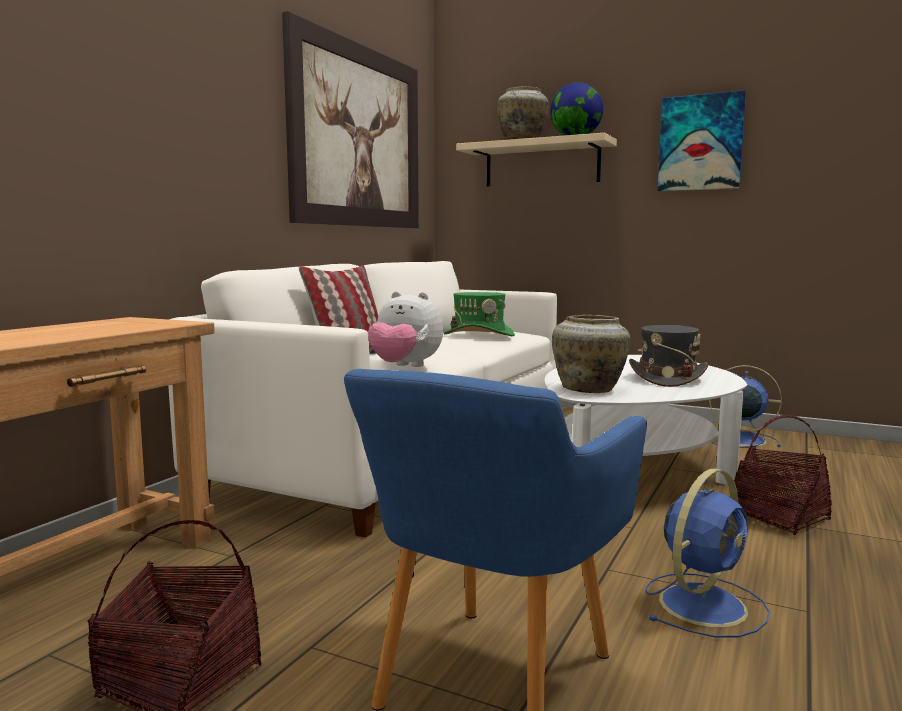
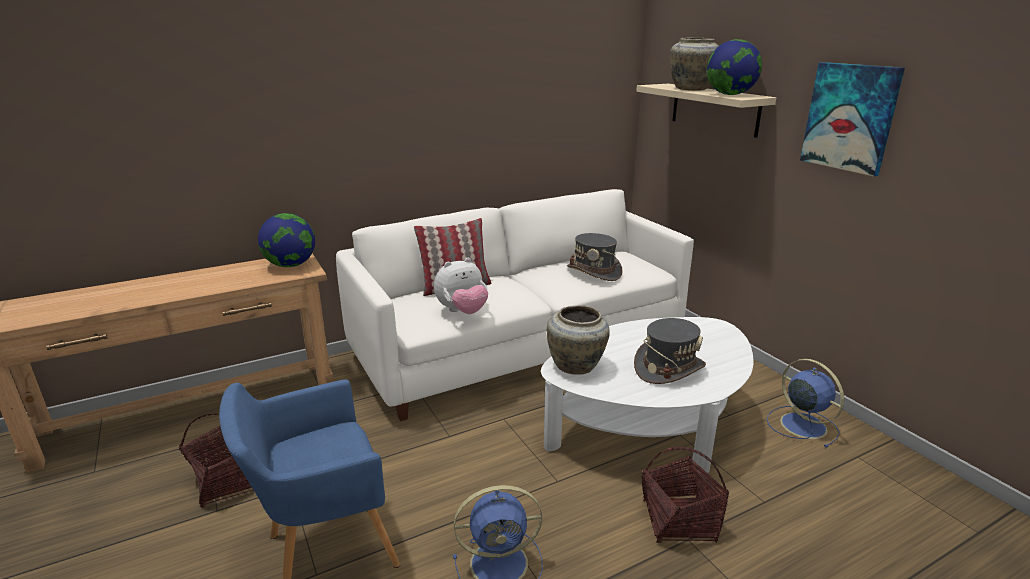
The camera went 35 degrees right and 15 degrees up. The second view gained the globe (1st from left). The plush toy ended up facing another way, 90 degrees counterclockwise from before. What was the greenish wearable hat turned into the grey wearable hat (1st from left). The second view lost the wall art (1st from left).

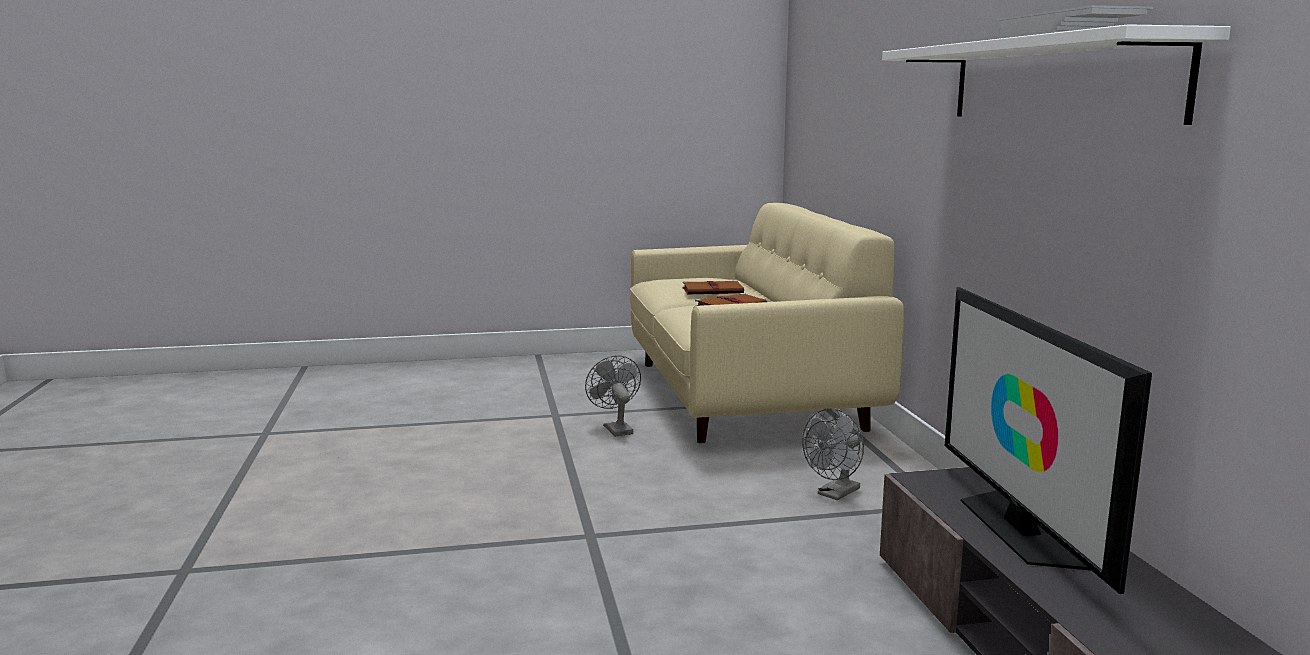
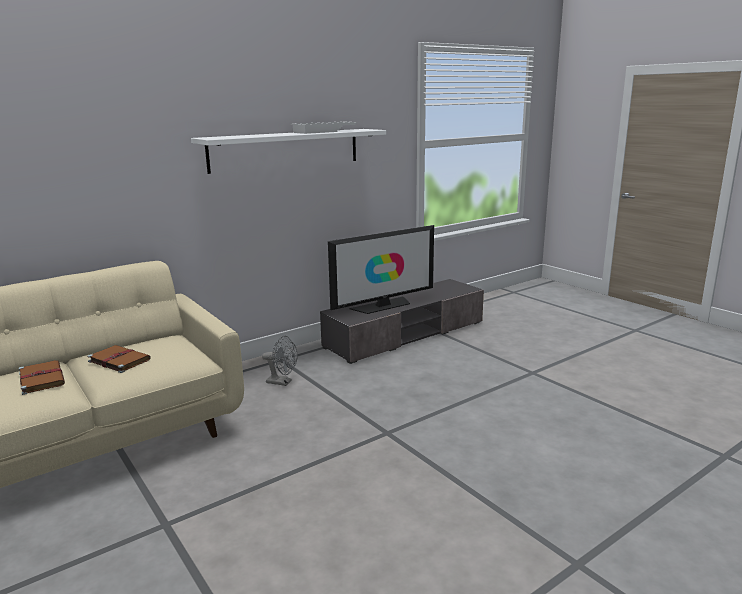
The camera went 115 degrees left and 5 degrees up. The second view lost the grey fan (1st from left).

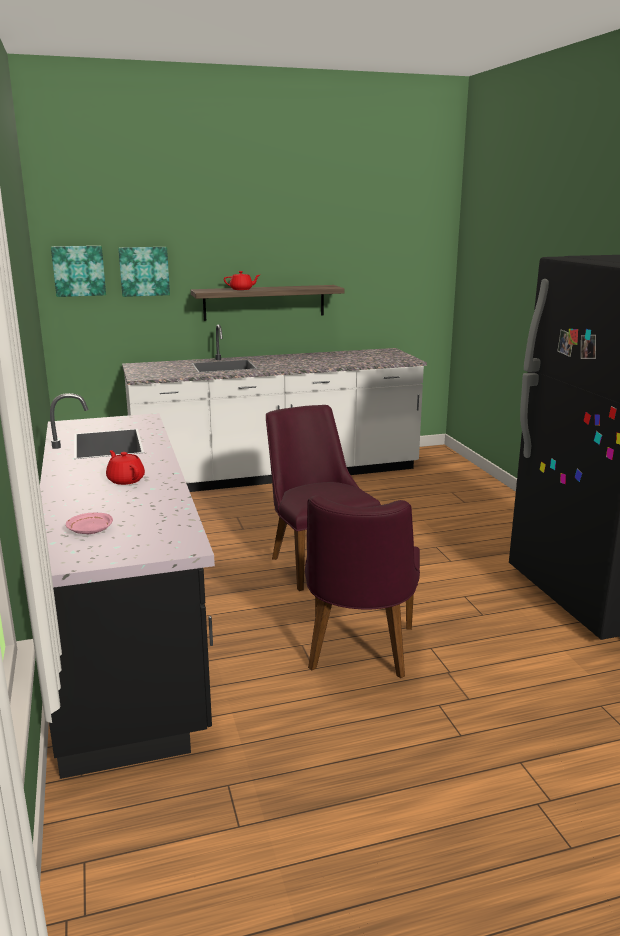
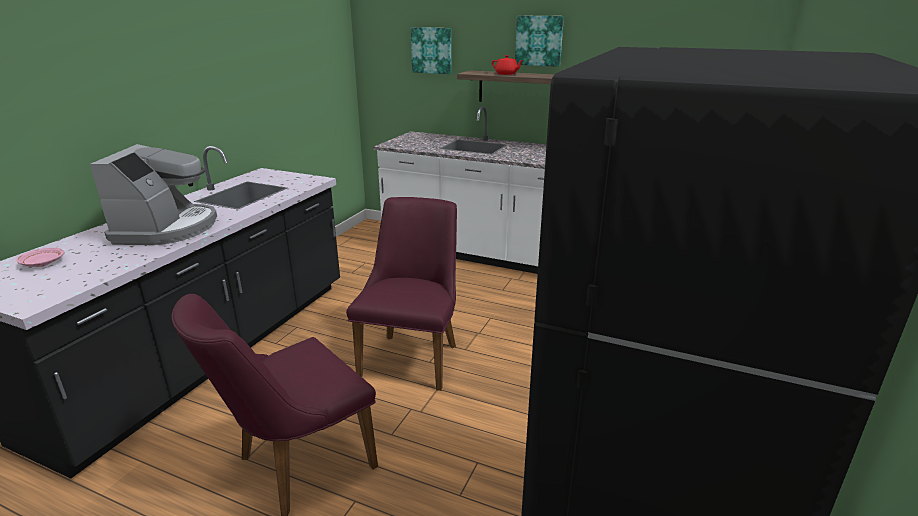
The camera went 40 degrees right and 5 degrees up. Where the red-coloured tea pot (1st from left) stood, the coffee brewer came to stand. The wall art (1st from left in the first image) ended up elsewhere.

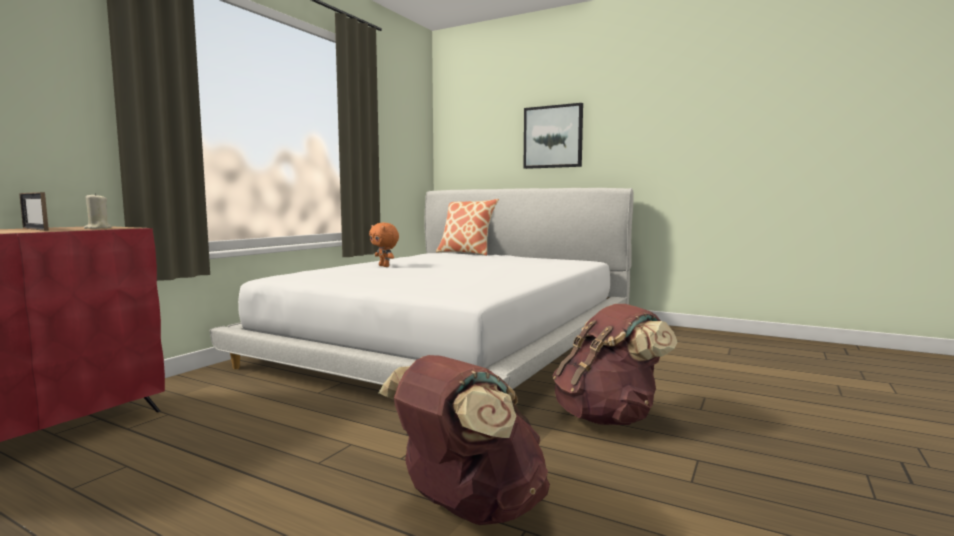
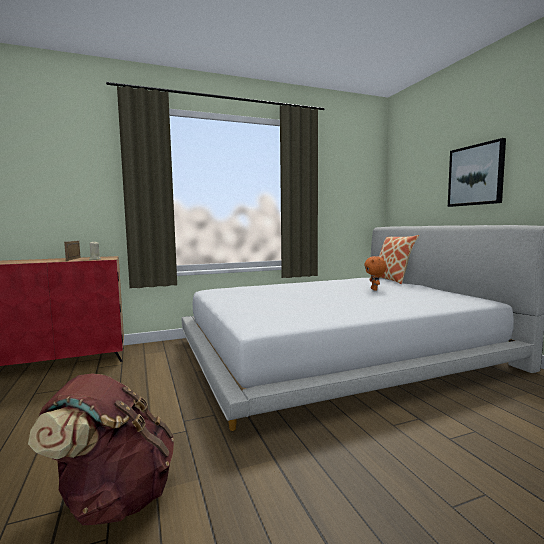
The camera went 40 degrees right and 0 degrees up. The orange plush toy ended up elsewhere. The second view lost the brown-coloured rucksack (2nd from left).

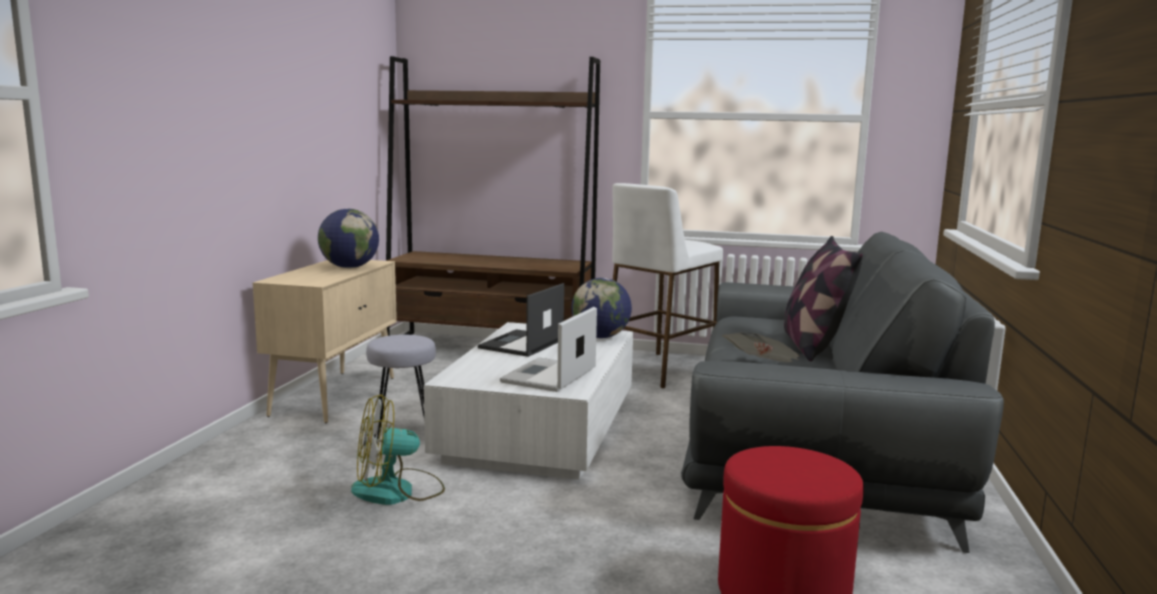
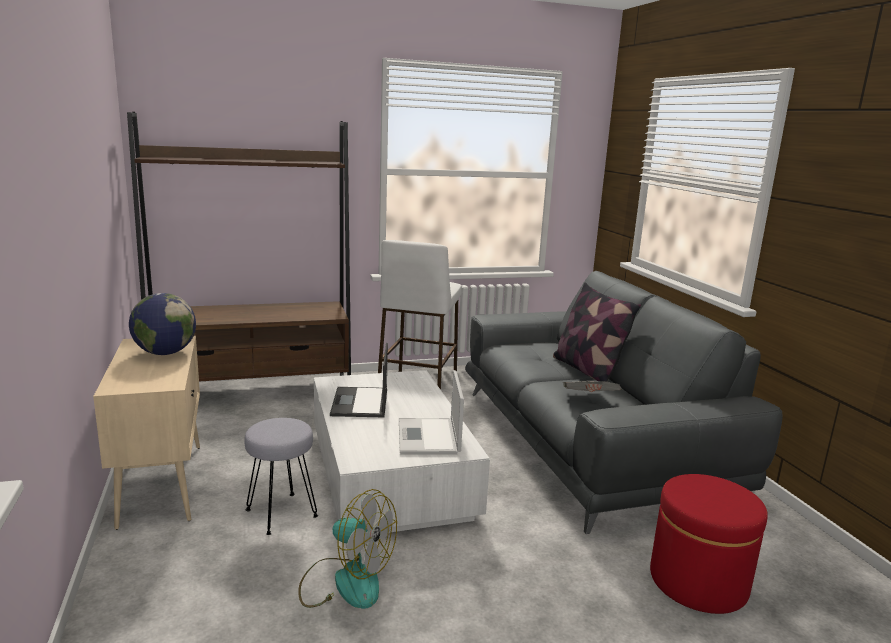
The camera went 30 degrees left and 5 degrees up. The fan ended up facing another way, 105 degrees counterclockwise from before. The second view lost the globe (2nd from left).

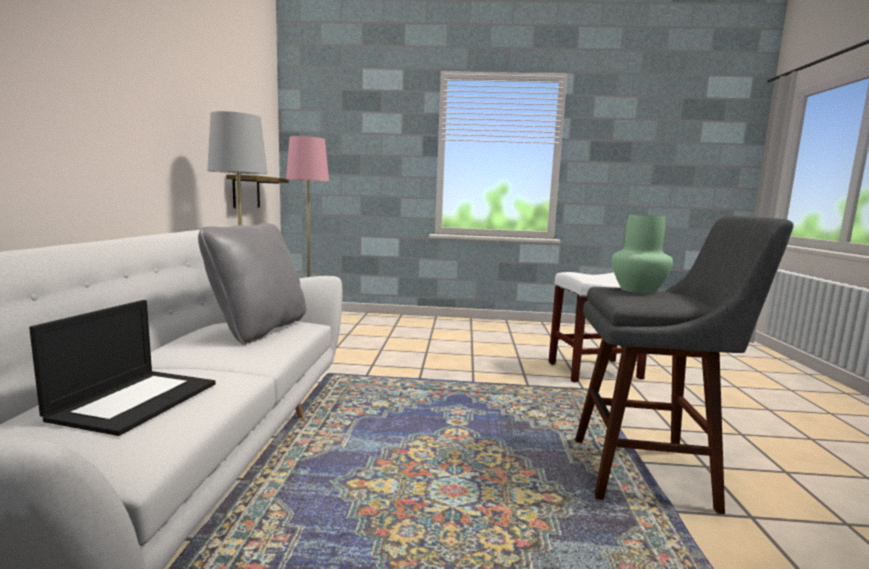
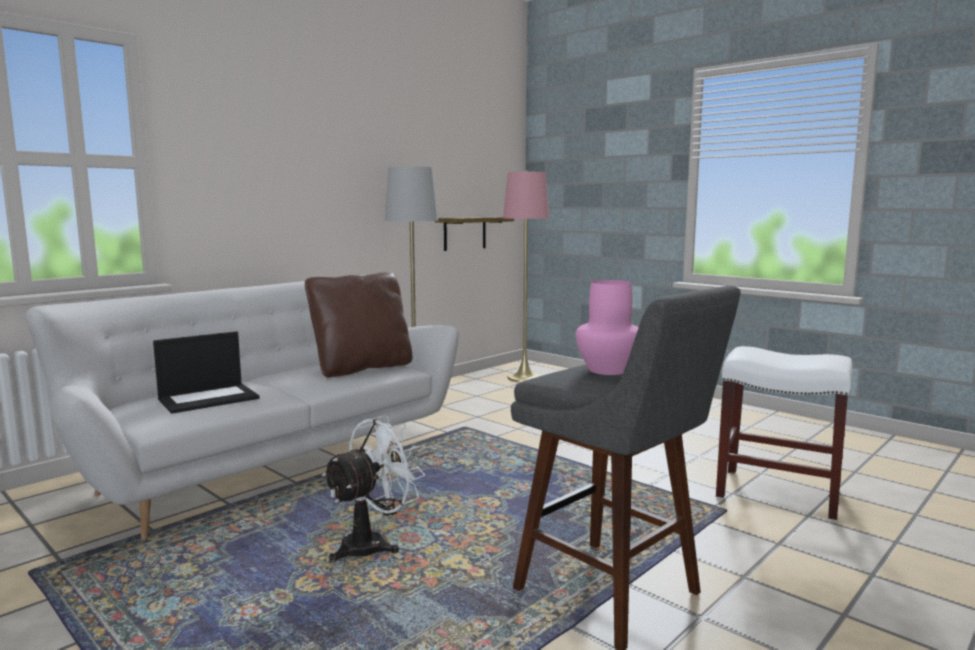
The camera went 40 degrees right and 0 degrees up. What was the grey cushion turned into the brown-coloured cushion. The second view gained the white-coloured fan. What was the greenish decorative vase turned into the pink-coloured decorative vase.

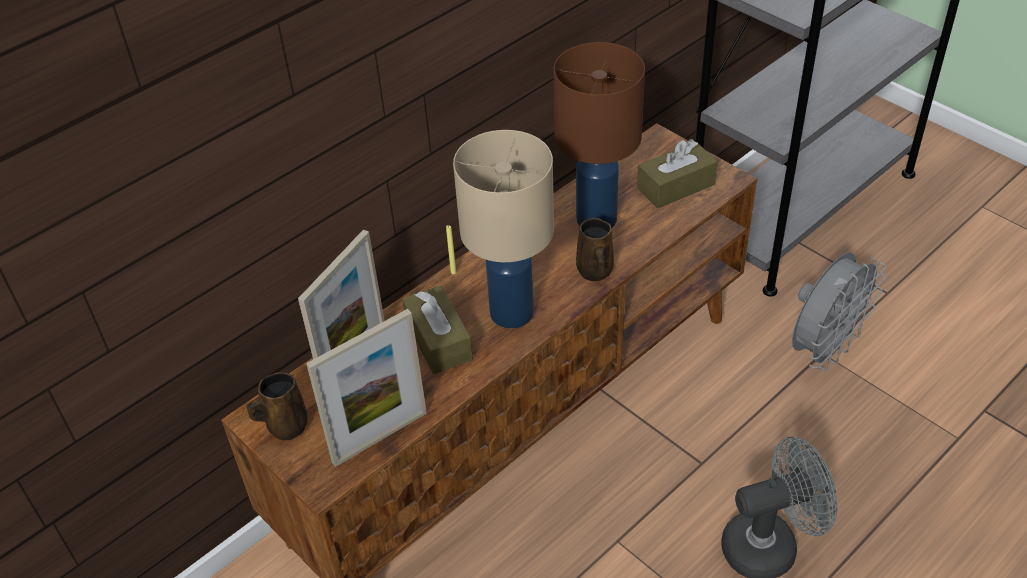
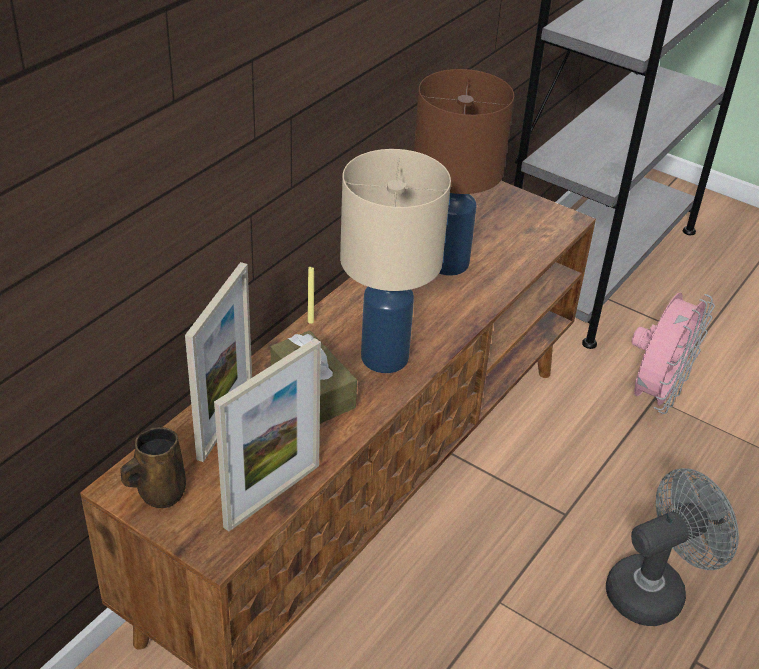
The camera went 15 degrees left and 5 degrees down. What was the grey fan (2nd from left) turned into the pink-coloured fan. The second view lost the brown-coloured mug (2nd from left). The second view lost the brown-coloured tissue box (2nd from left).

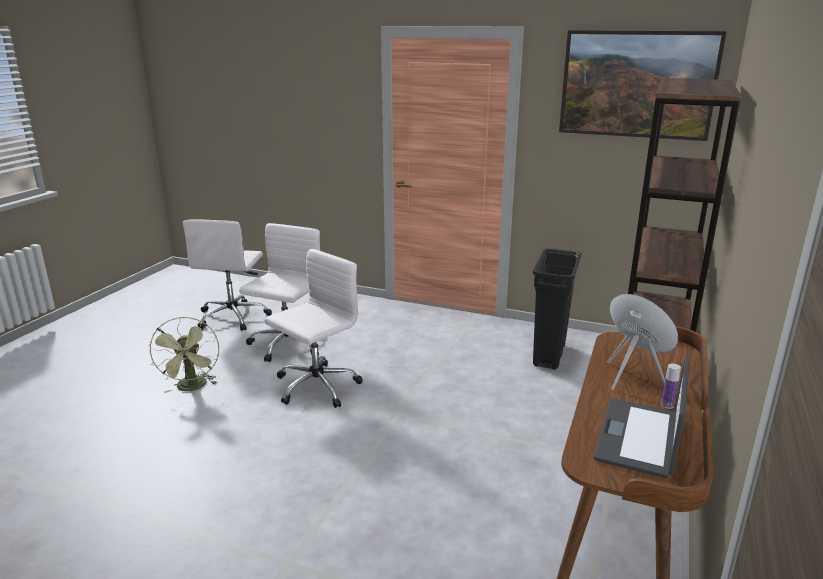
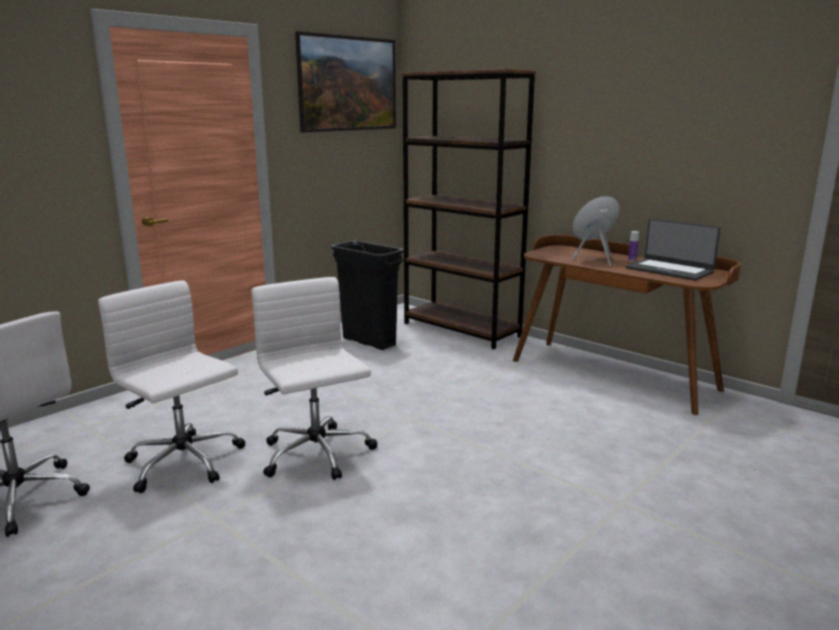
The camera went 70 degrees left and 5 degrees down. The second view lost the greenish fan.

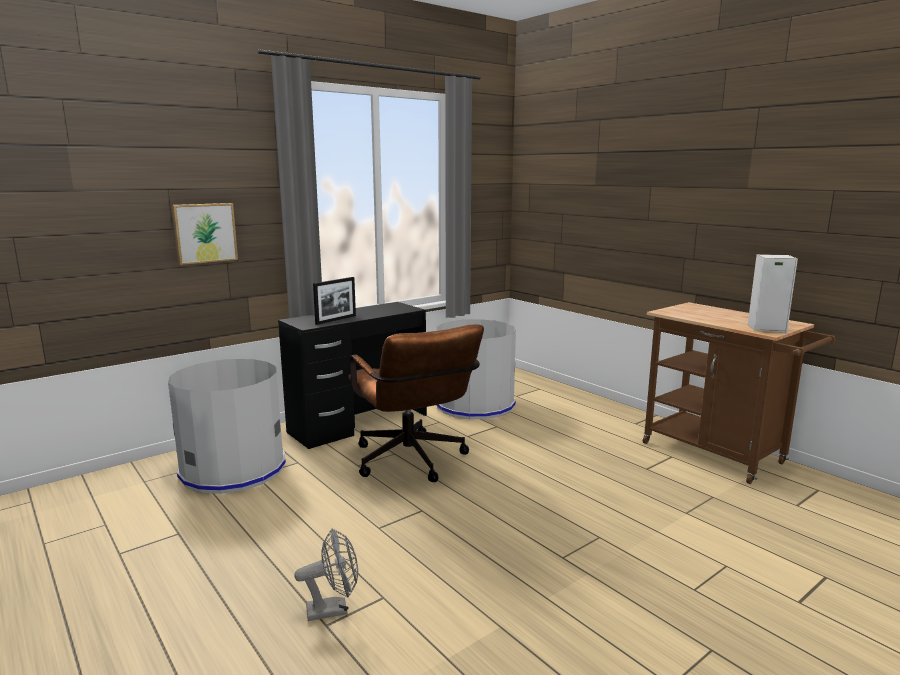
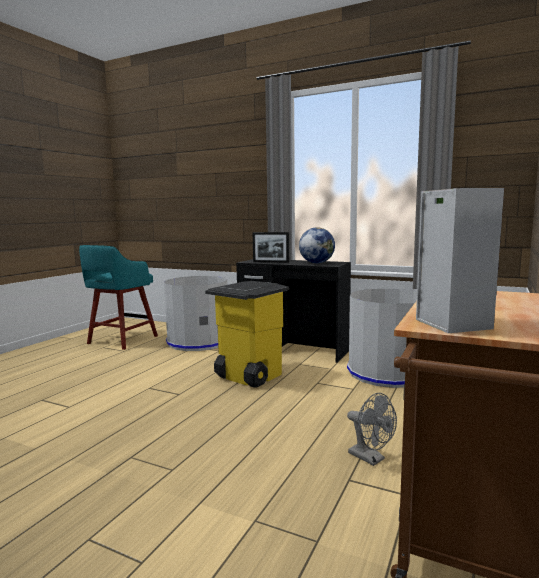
The camera went 65 degrees right and 5 degrees down. The second view gained the blue-green stool seat. Where the brown-coloured computer chair stood, the yellowish trash can came to stand. The second view gained the globe. The grey fan ended up elsewhere. The second view lost the wall art.

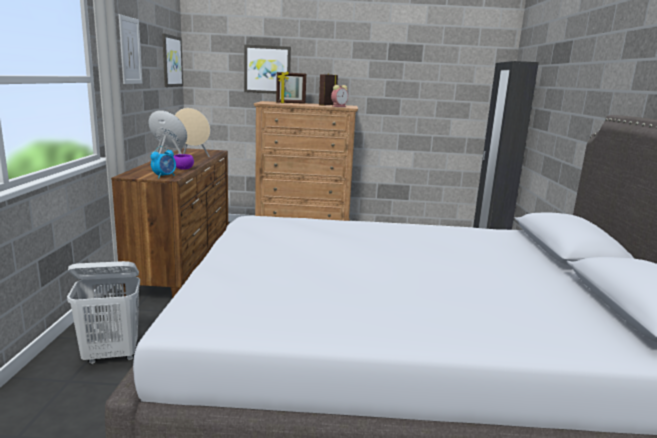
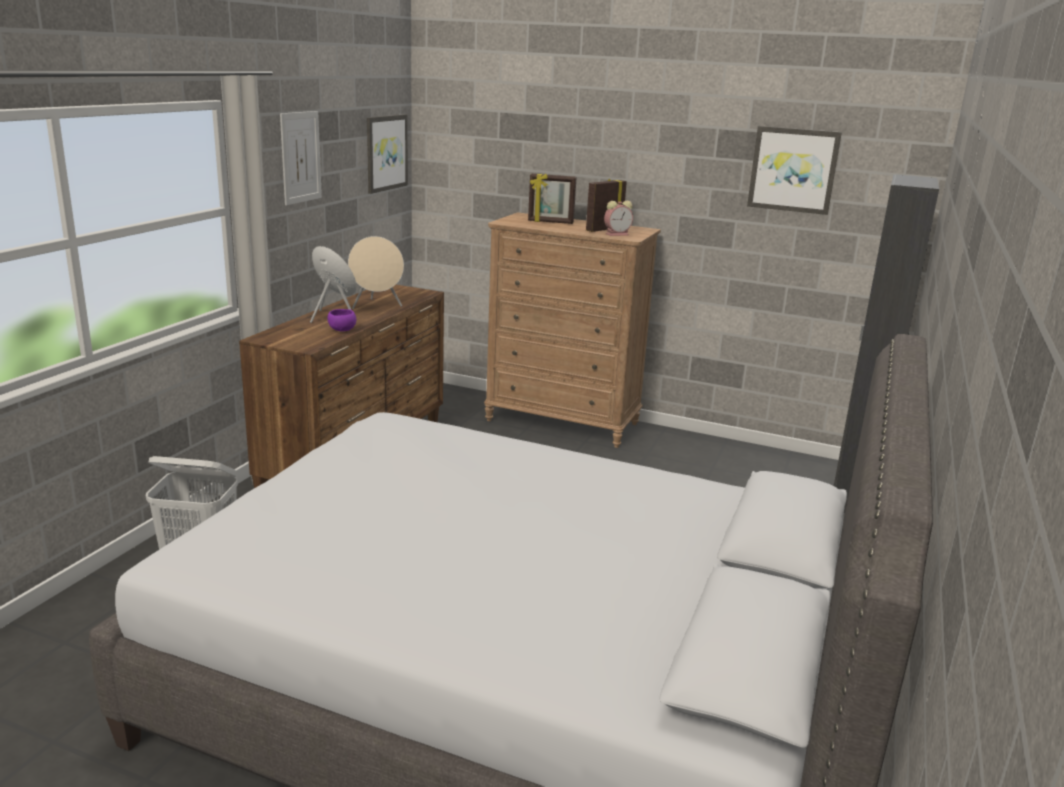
The camera went 20 degrees right and 5 degrees up. The wall art (3rd from left) ended up elsewhere. The second view lost the bedside clock (1st from left).

